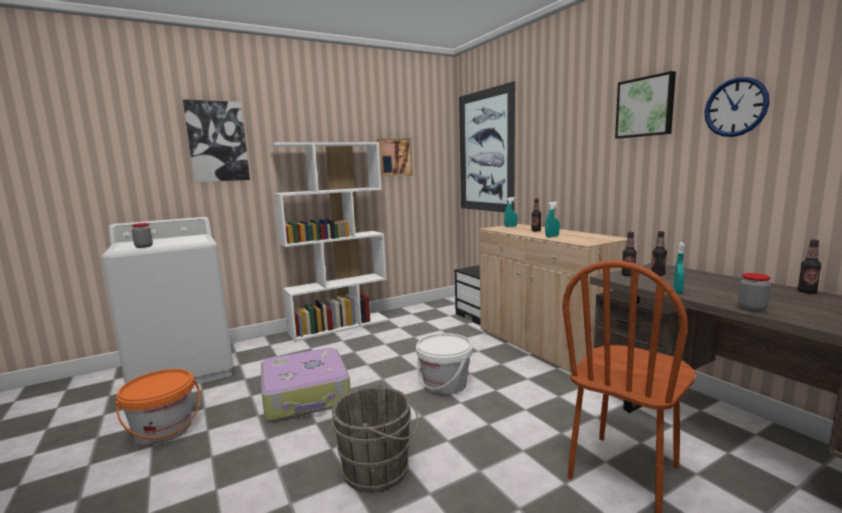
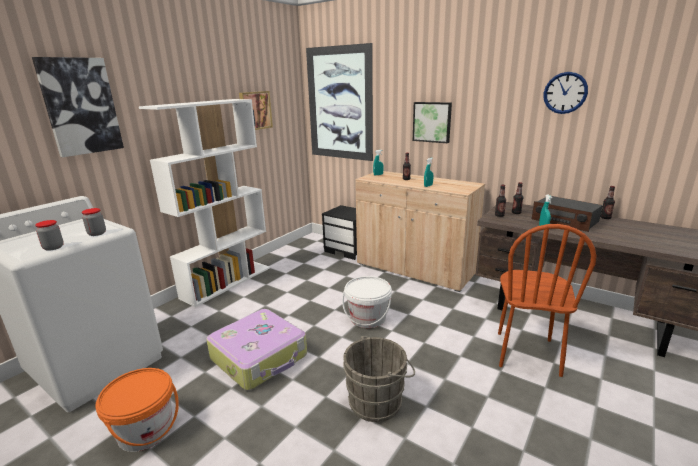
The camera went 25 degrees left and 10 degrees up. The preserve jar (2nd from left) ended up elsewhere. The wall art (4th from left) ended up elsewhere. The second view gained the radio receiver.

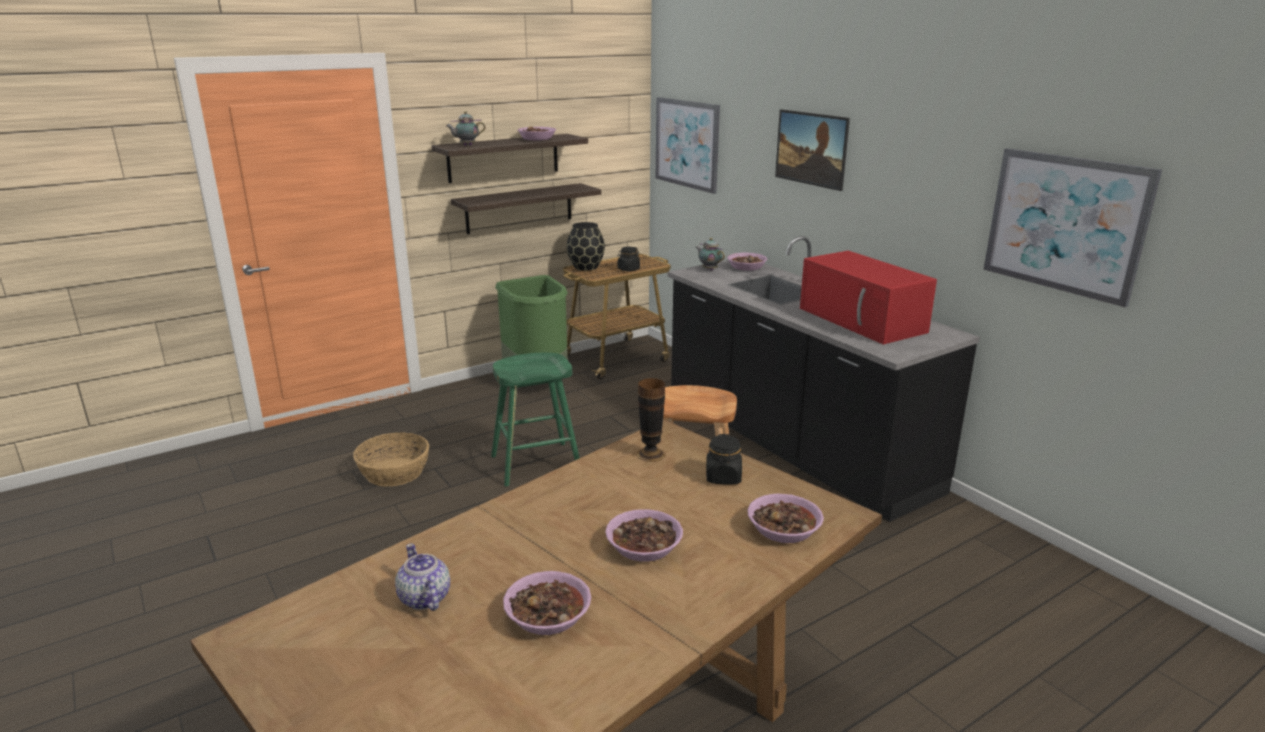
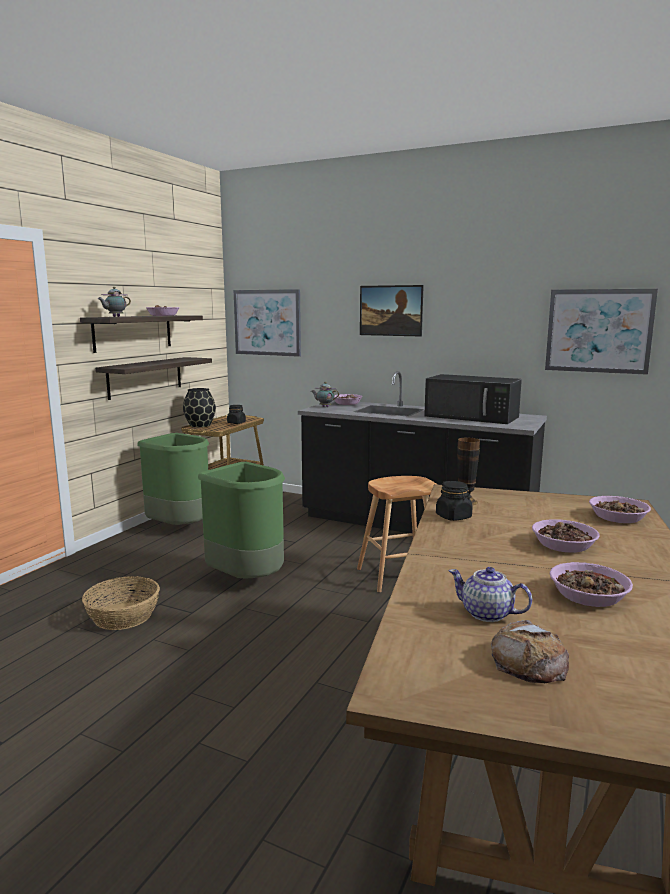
The camera went 30 degrees left and 10 degrees down. Where the greenish stool seat stood, the greenish trash can (2nd from left) came to stand. What was the red-coloured kitchen microwave turned into the black-coloured kitchen microwave. The black-coloured preserve jar (2nd from left) ended up elsewhere. The second view gained the bakery bread.

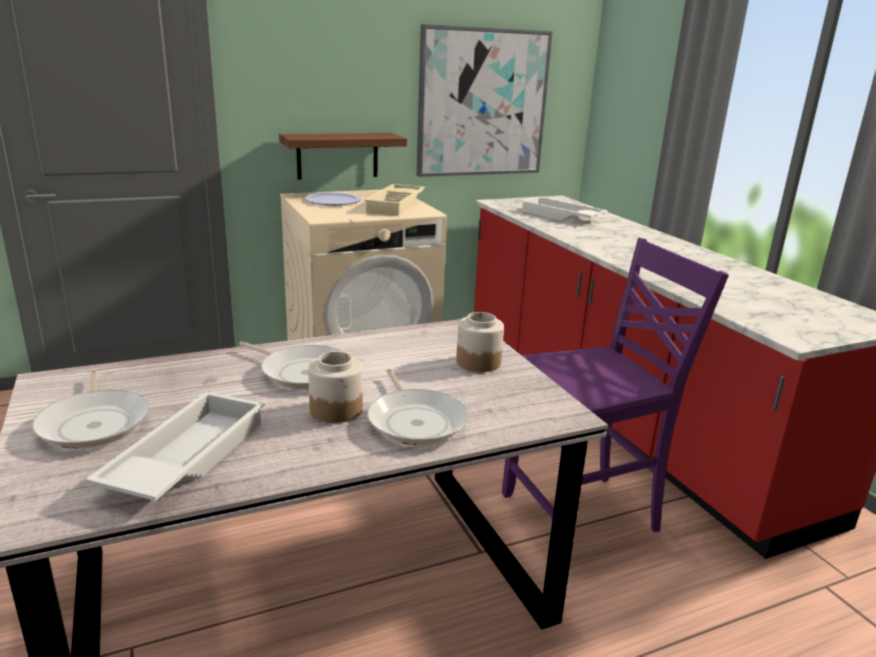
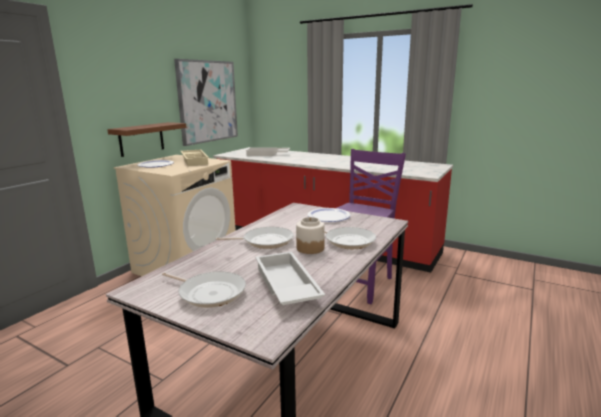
The camera went 35 degrees left and 5 degrees down. Where the preserve jar (2nd from left) stood, the flat dish (2nd from left) came to stand.

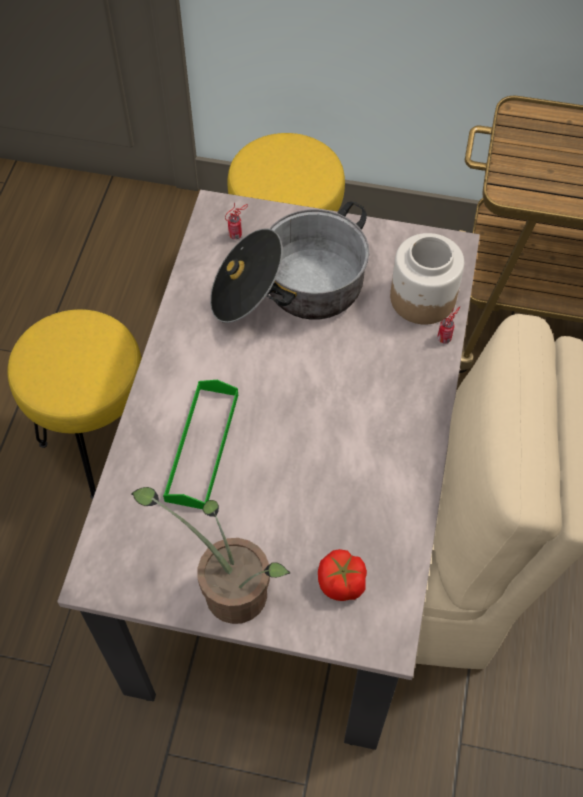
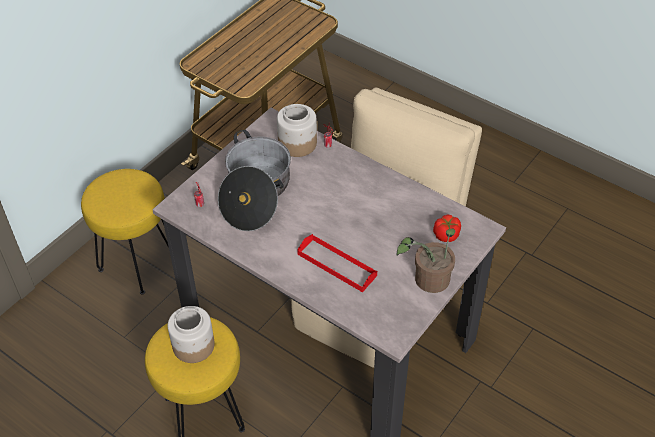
The camera went 65 degrees left and 10 degrees down. The second view gained the preserve jar (1st from left). What was the greenish carrying tray turned into the red-coloured carrying tray.

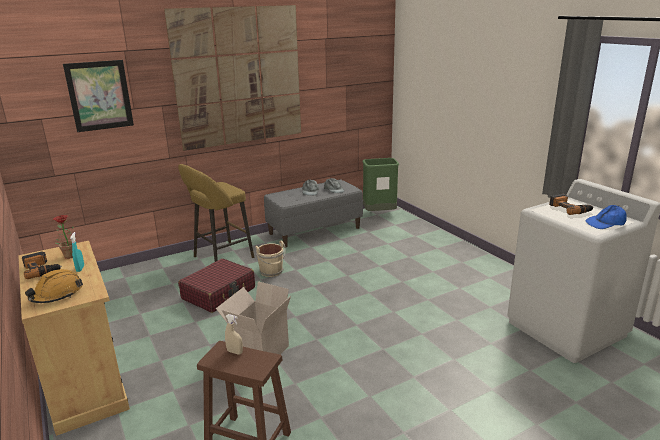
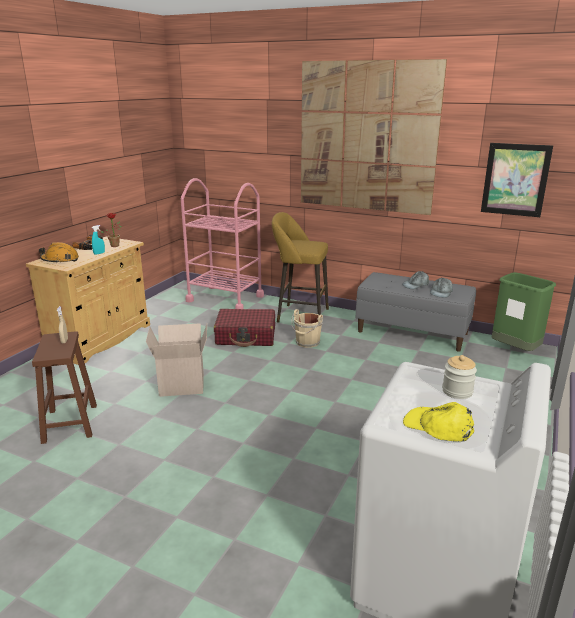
The camera went 55 degrees right and 0 degrees up. The second view gained the pink-coloured trolley. What was the bluish peaked cap turned into the yellowish peaked cap. Where the power drill (2nd from left) stood, the preserve jar came to stand. The wall art (1st from left in the first image) ended up elsewhere.

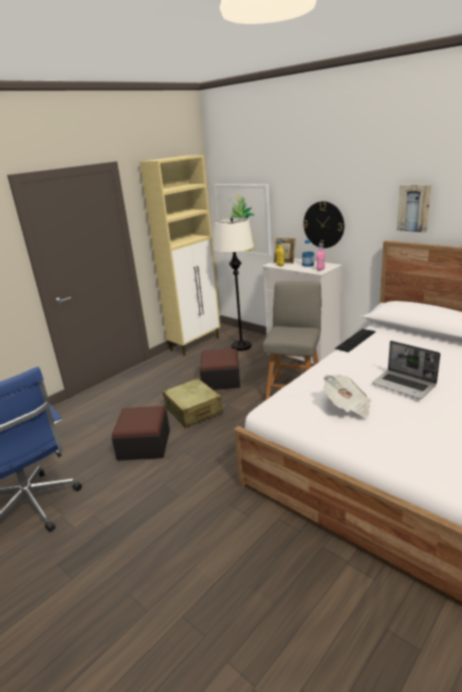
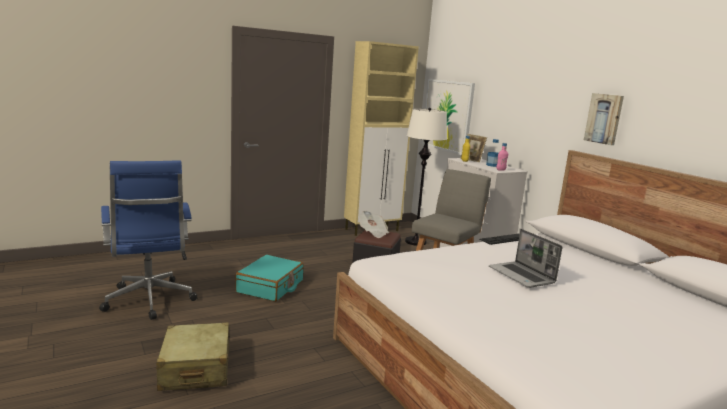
The camera went 15 degrees right and 10 degrees down. The beige-coloured piece of luggage ended up elsewhere. Where the ottoman (1st from left) stood, the blue-green piece of luggage came to stand. The daily paper ended up elsewhere. The second view lost the hanging clock.

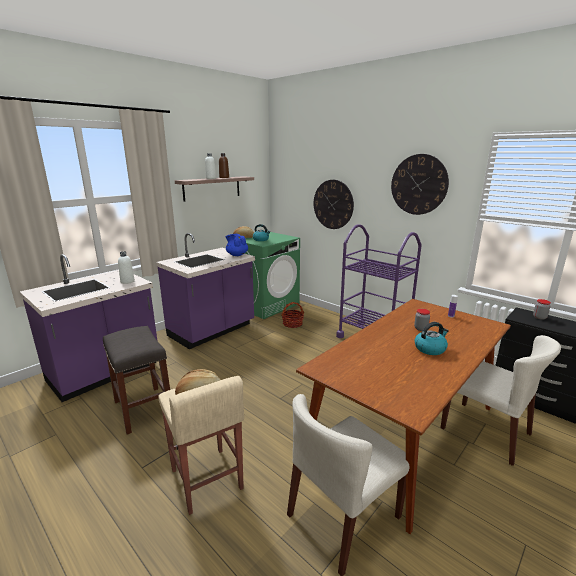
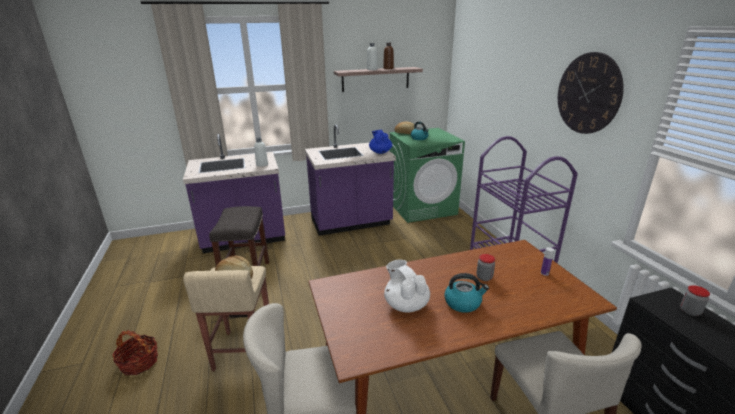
The camera went 30 degrees right and 5 degrees up. The household basket ended up elsewhere. The second view gained the white-coloured tea pot. The second view lost the hanging clock (1st from left).

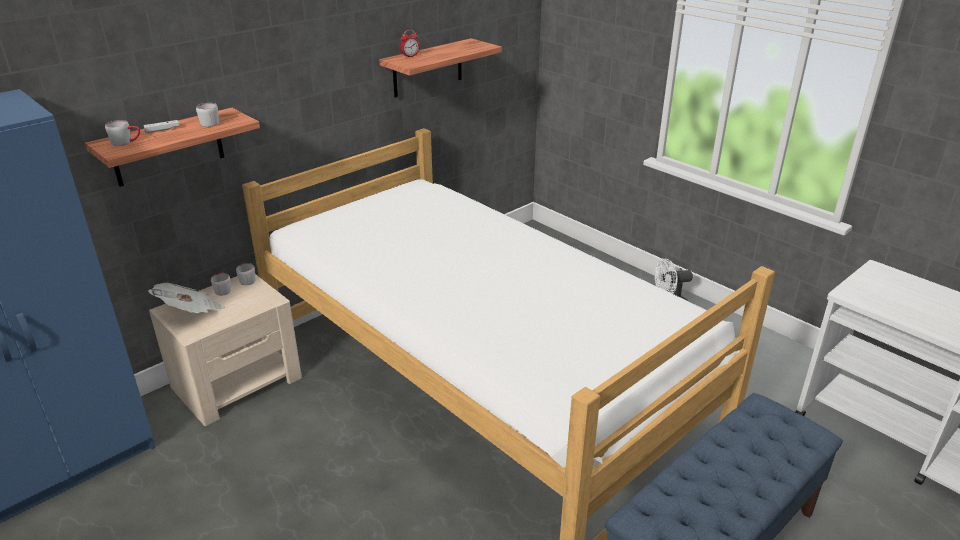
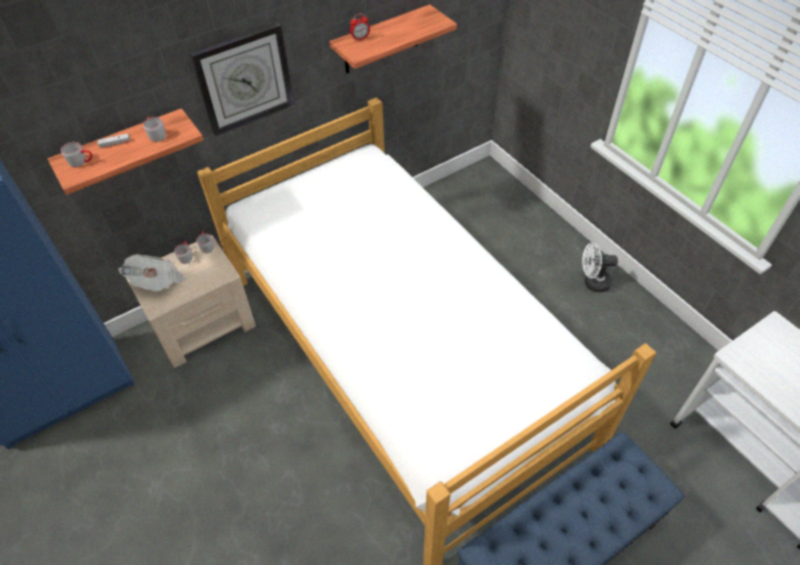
The camera went 10 degrees right and 20 degrees up. The second view gained the hanging clock.

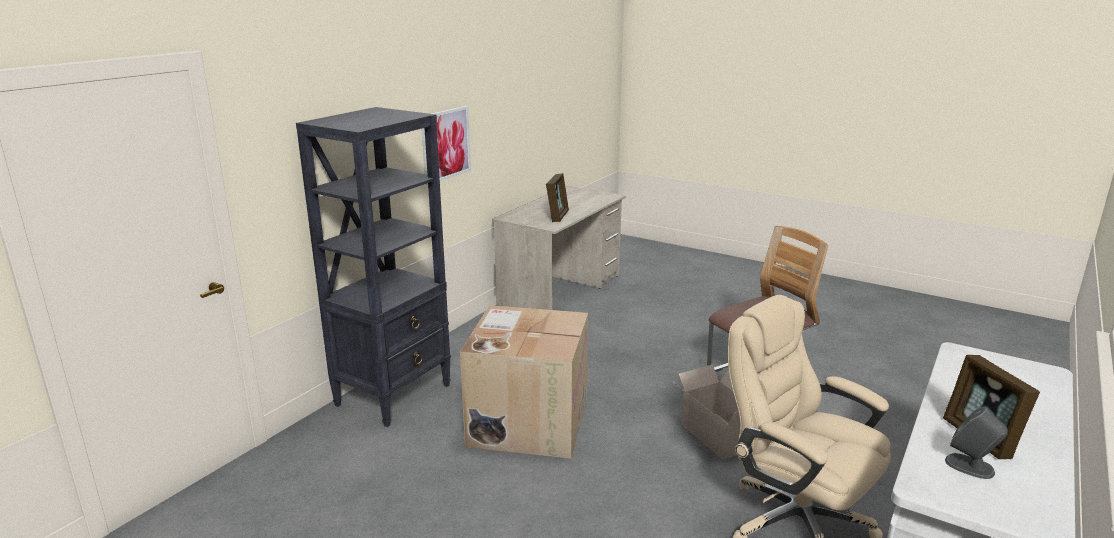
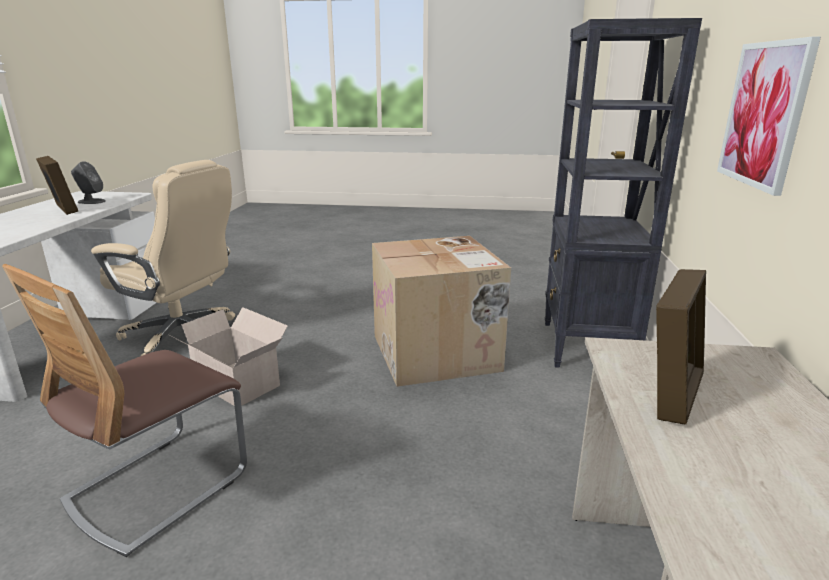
The camera went 155 degrees right and 0 degrees up. The picture frame (1st from left in the first image) ended up facing another way, 135 degrees counterclockwise from before.

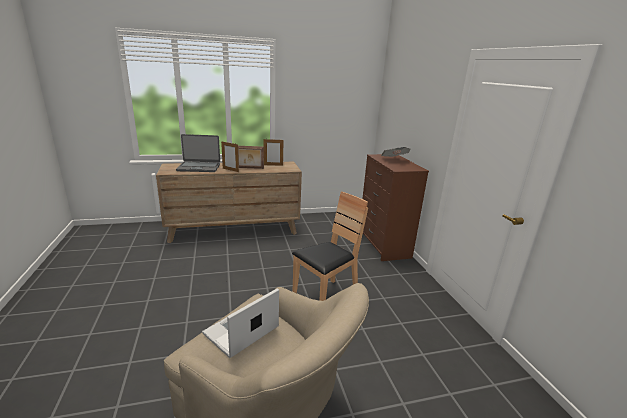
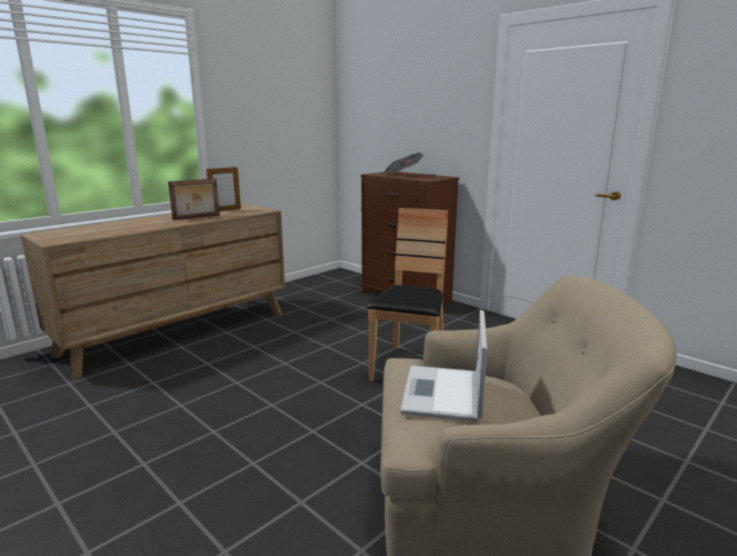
The camera went 30 degrees left and 5 degrees down. The second view lost the portable computer (1st from left). The second view lost the picture frame (1st from left).

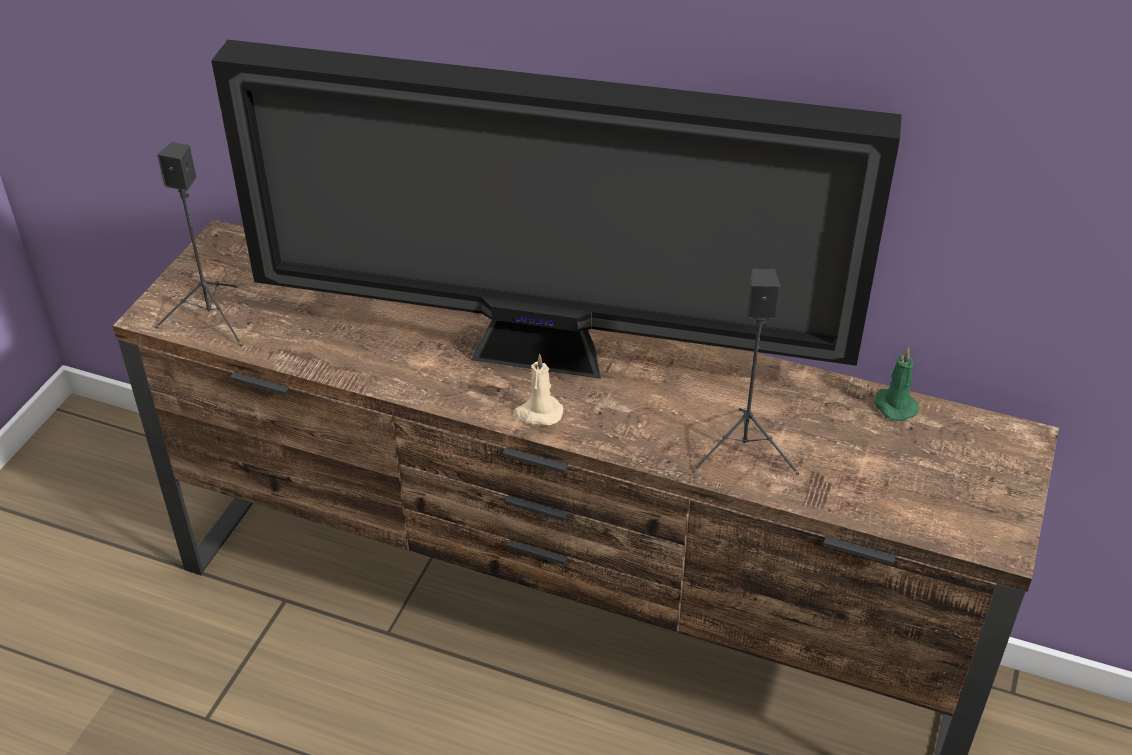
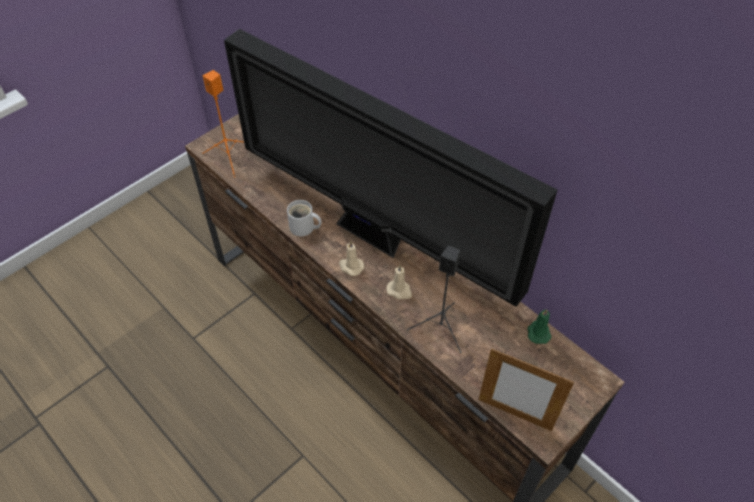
The camera went 25 degrees right and 10 degrees up. What was the black-coloured loudspeaker (1st from left) turned into the orange loudspeaker. The second view gained the white-coloured mug. The second view gained the beige-coloured candle (2nd from left). The second view gained the picture frame.

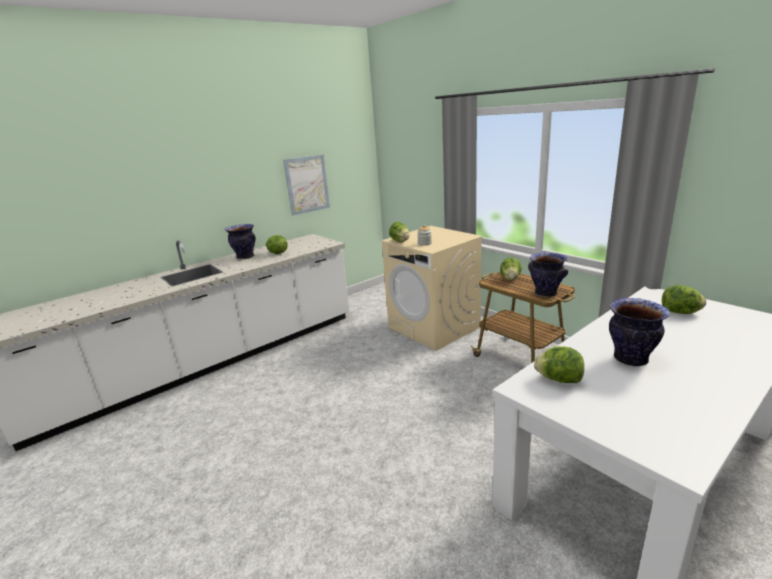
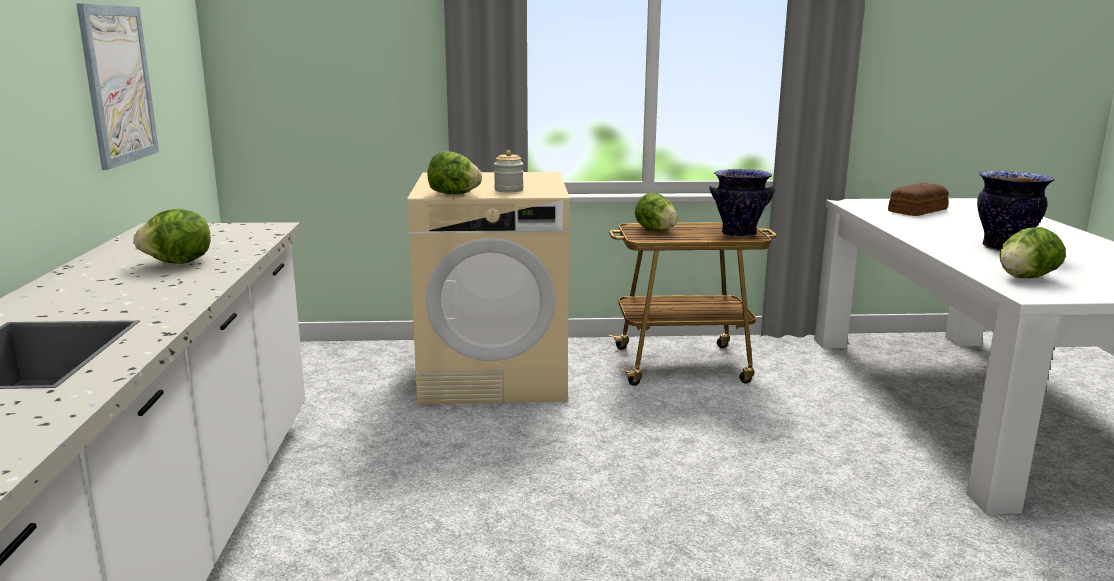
The camera went 55 degrees left and 5 degrees down. Where the lettuce (5th from left) stood, the bakery bread came to stand. The second view lost the decorative vase (1st from left).

